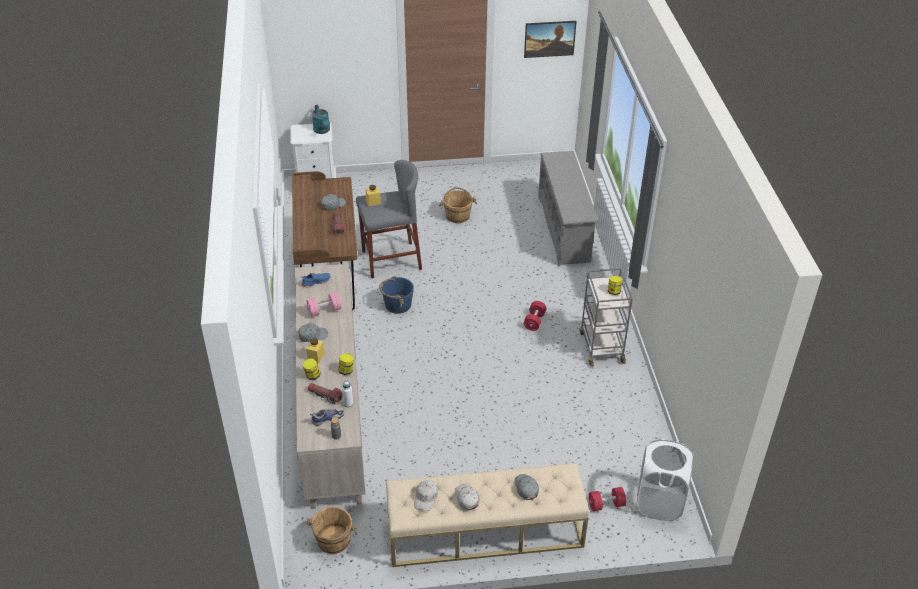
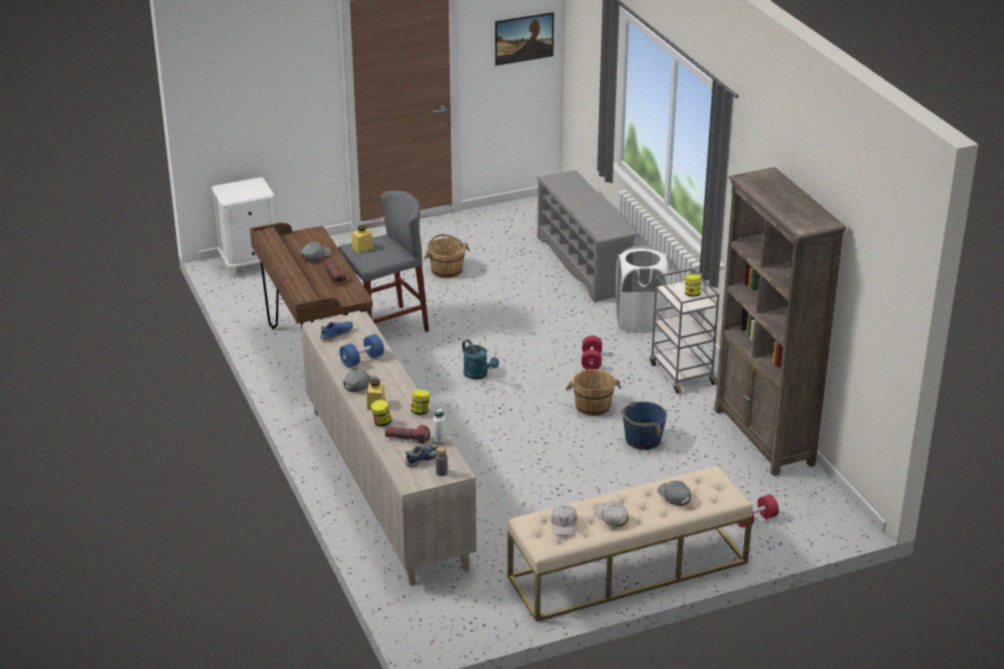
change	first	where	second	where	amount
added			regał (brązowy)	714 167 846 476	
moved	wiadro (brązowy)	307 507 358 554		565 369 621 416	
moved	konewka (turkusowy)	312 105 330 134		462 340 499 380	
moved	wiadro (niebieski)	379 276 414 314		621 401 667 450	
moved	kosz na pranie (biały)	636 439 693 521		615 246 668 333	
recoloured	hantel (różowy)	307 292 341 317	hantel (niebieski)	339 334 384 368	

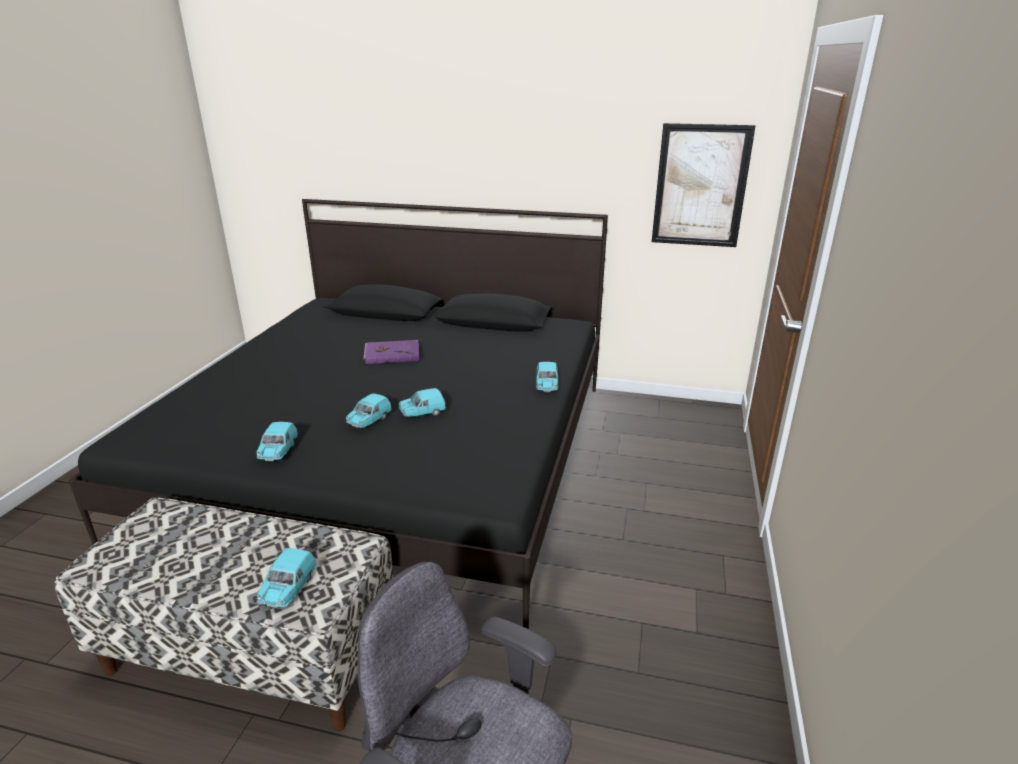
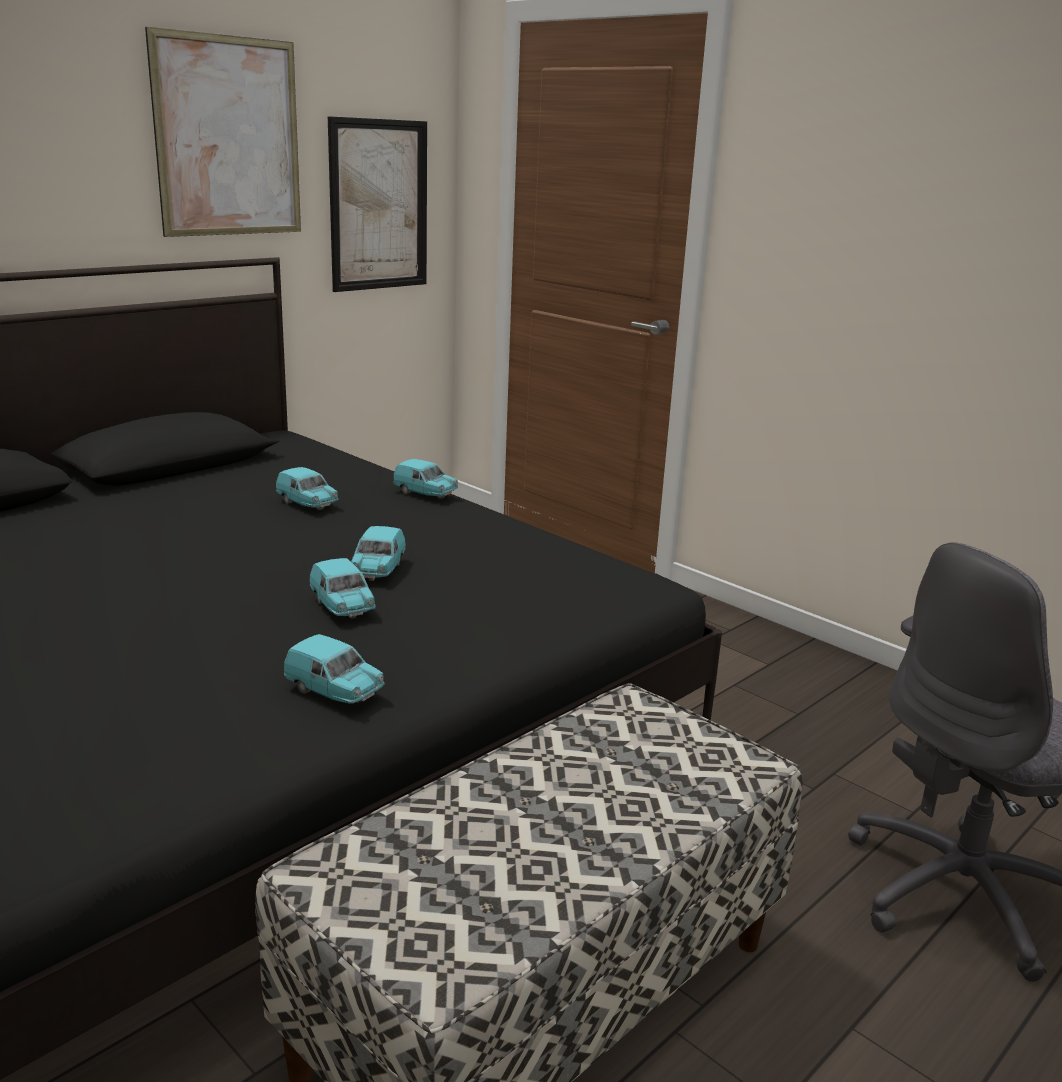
change	first	where	second	where	amount
removed	książka (fioletowy)	363 340 419 364			
added			obraz	145 27 301 237	
moved	samochodzik (turkusowy)	257 548 317 608		276 467 339 510	

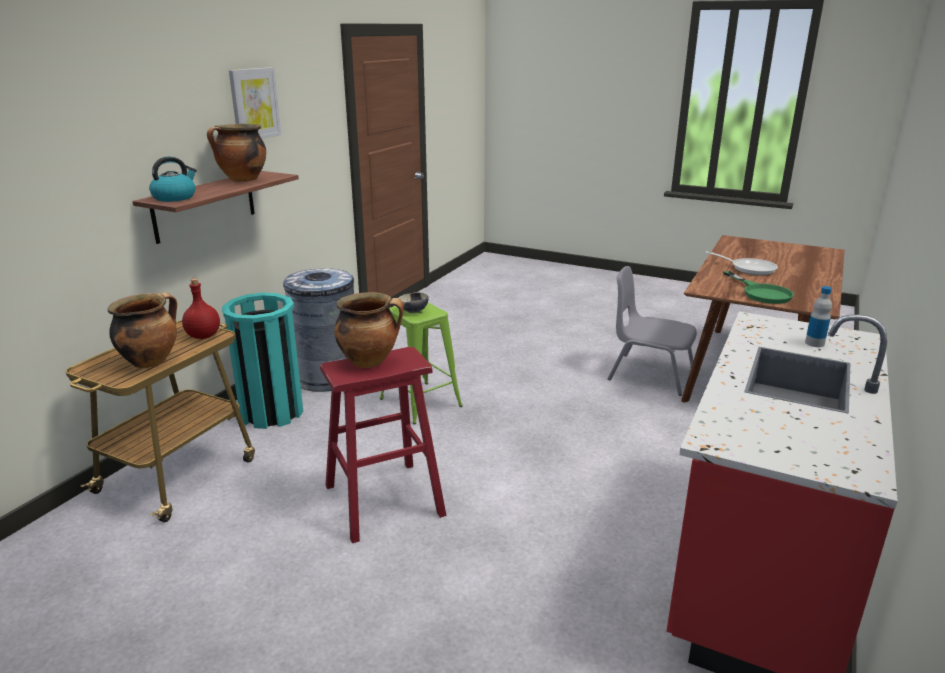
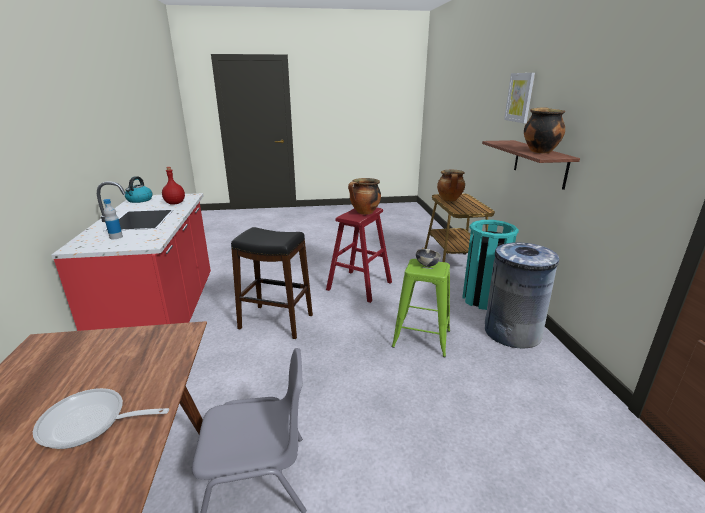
change	first	where	second	where	amount
removed	patelnia (zielony)	723 271 794 304			
added			stołek (czarny)	231 227 313 339	
moved	czajnik	149 156 197 202		125 176 153 203	
moved	butelka (czerwony)	182 278 220 339		162 167 185 205	
moved	obraz	229 67 281 139		504 73 535 123	

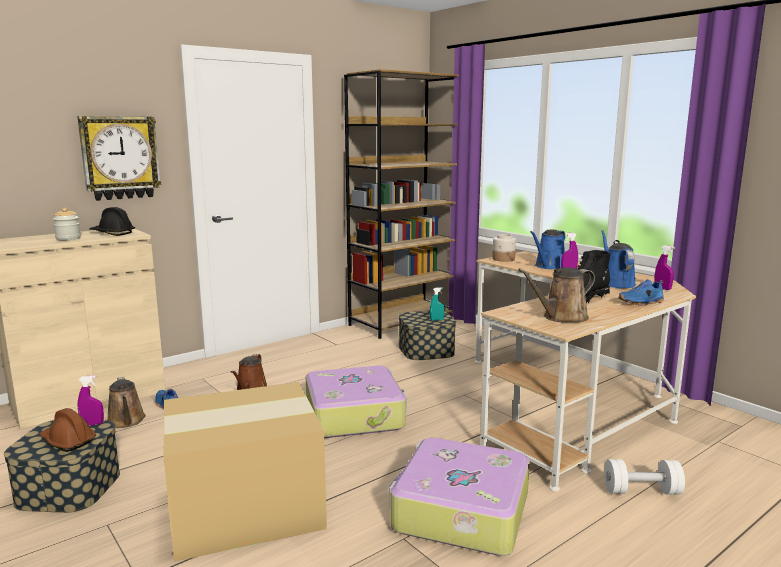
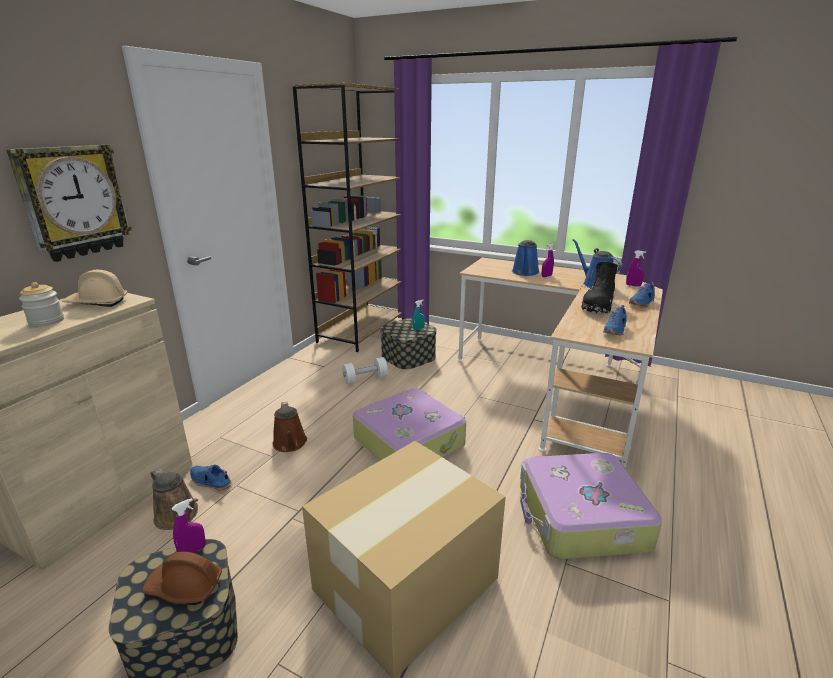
change	first	where	second	where	amount
removed	słoik	492 234 516 262			
moved	hantel (biały)	604 459 685 495		342 357 388 384	
replaced	konewka (brązowy)	518 267 595 322	but (niebieski)	603 305 627 336	
recoloured	kask (czarny)	89 207 135 236	kask (beżowy)	62 270 128 307	

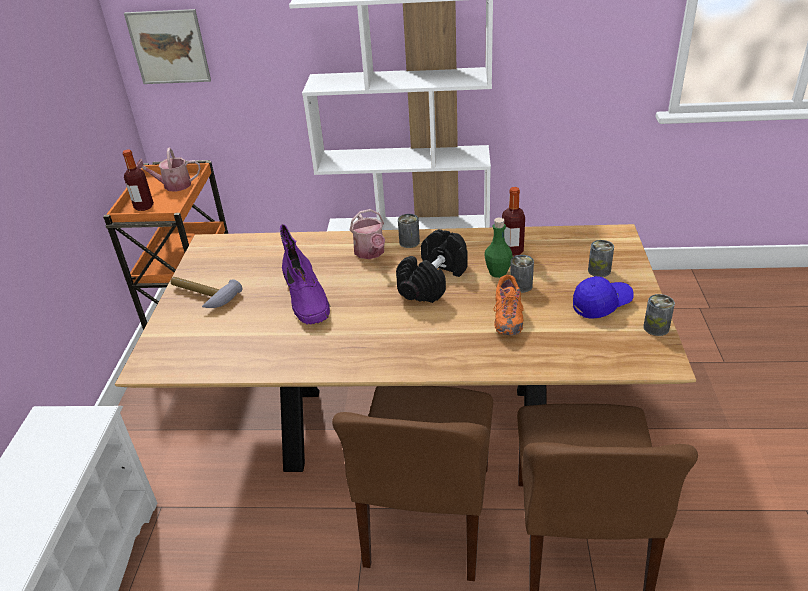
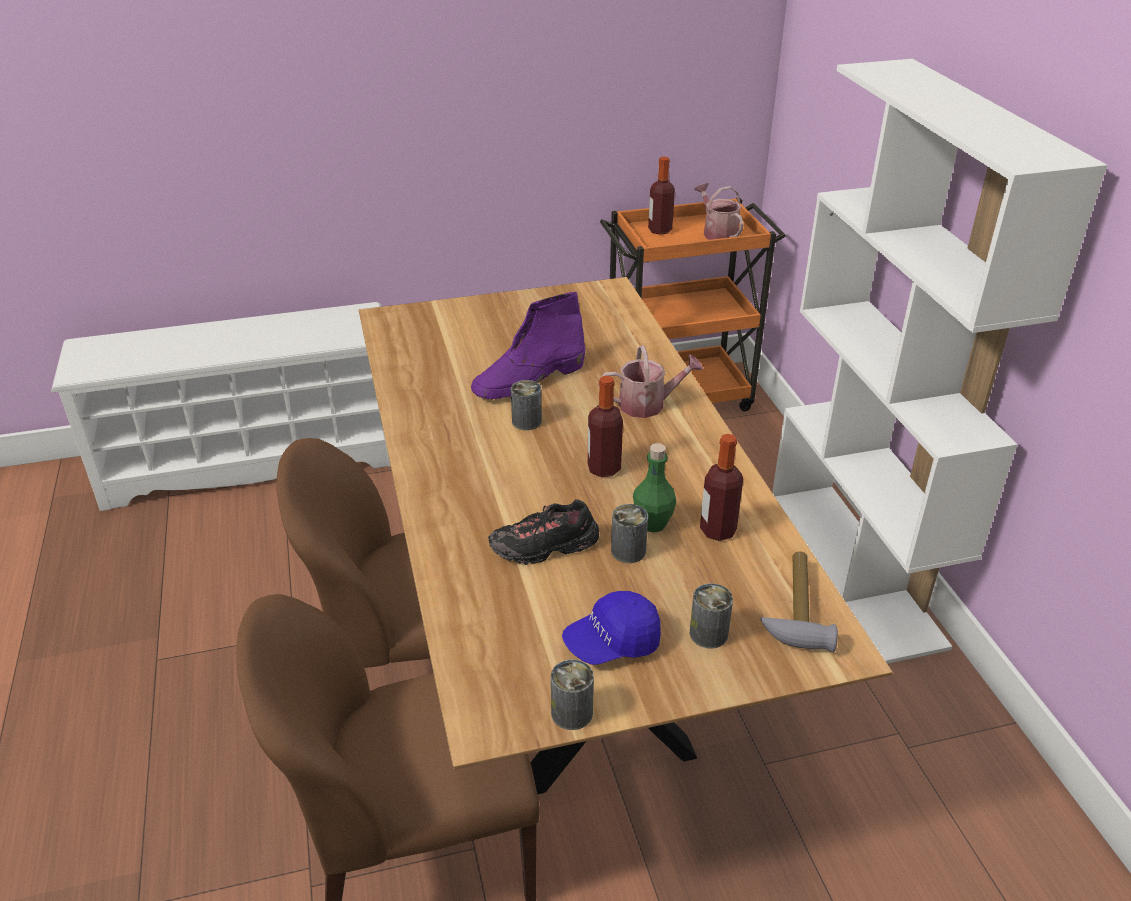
change	first	where	second	where	amount
removed	obraz	124 9 211 84			
moved	młotek	171 277 242 308		760 551 838 653	
moved	puszka	398 214 420 248		511 380 542 430	
replaced	hantel (czarny)	396 229 468 303	butelka	588 376 623 477	
recoloured	but (pomarańczowy)	493 274 524 335	but (czarny)	488 499 599 565	
turned	konewka	350 209 385 259		598 345 703 418	150 degrees counterclockwise
turned	czapka z daszkiem (niebieski)	573 276 634 319		562 591 661 665	105 degrees clockwise

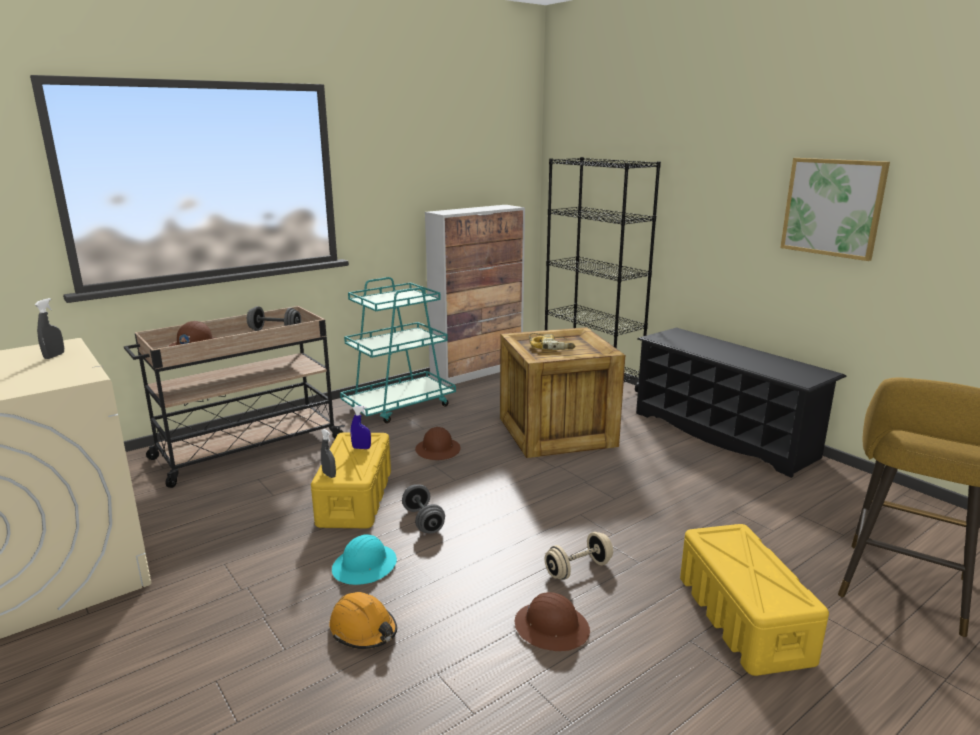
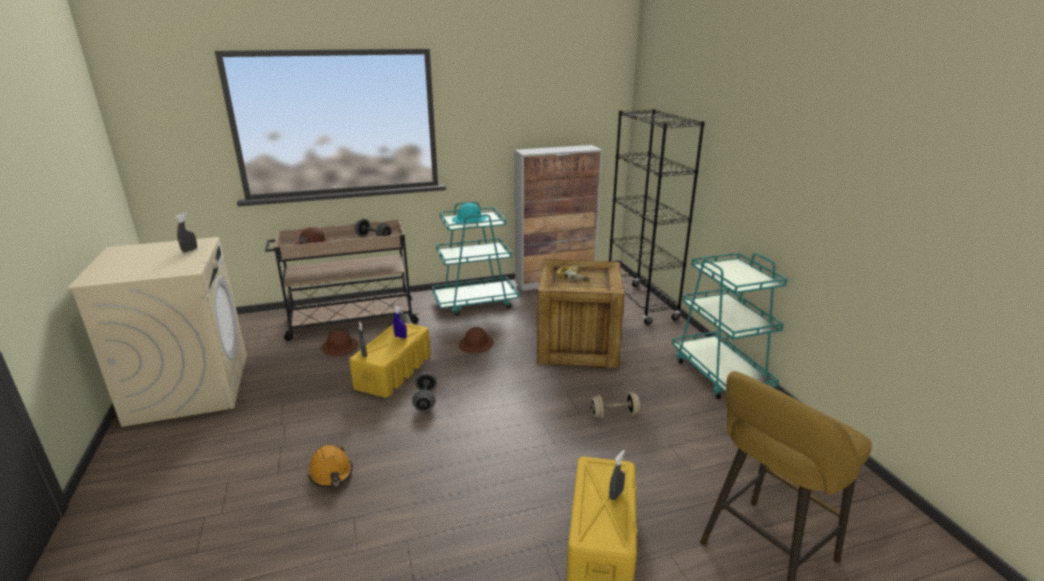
change	first	where	second	where	amount
removed	obraz	780 158 890 261			
added			spryskiwacz (szary)	609 450 625 500	
moved	kask (turkusowy)	332 534 397 585		452 203 487 224	
moved	kask (brązowy)	515 592 590 651		321 329 358 356	
moved	hantel (beżowy)	545 532 613 580		590 392 640 419	
replaced	regał na buty (czarny)	636 328 847 478	wózek (turkusowy)	672 253 787 399	

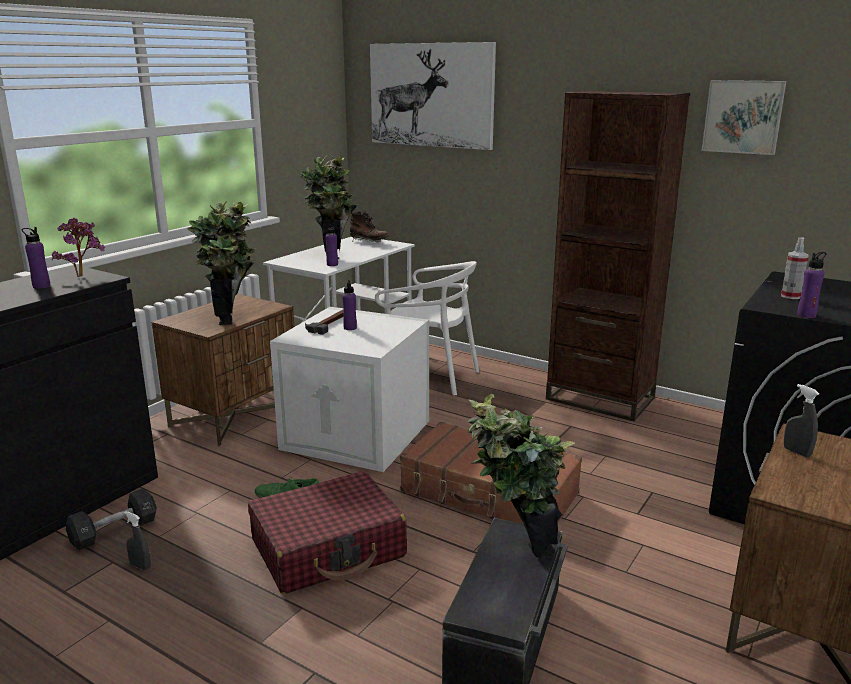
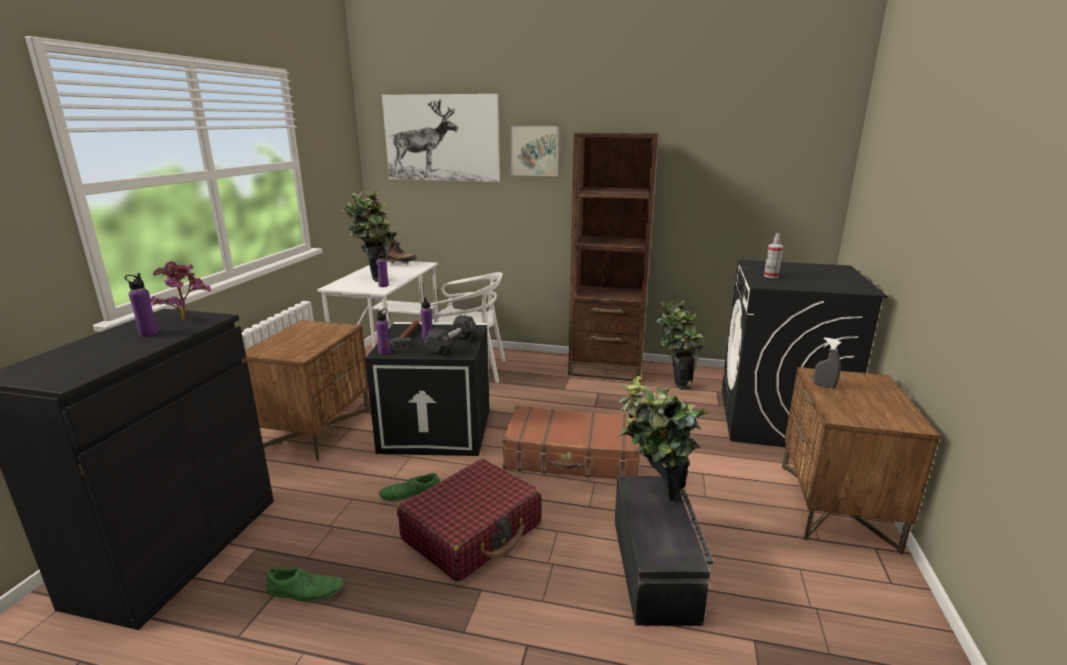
change	first	where	second	where	amount
moved	hantel (czarny)	66 488 157 551		424 315 477 356	
moved	roślina doniczkowa	187 201 257 325		656 301 705 390	
moved	obraz	702 80 787 155		511 126 559 176	
moved	butelka (fioletowy)	797 252 826 318		376 309 391 355	
replaced	spryskiwacz (szary)	124 511 151 570	but (zielony)	267 568 344 603	
recoloured	pojemnik do przechowywania (biały)	270 307 429 472	pojemnik do przechowywania (czarny)	365 322 490 456	

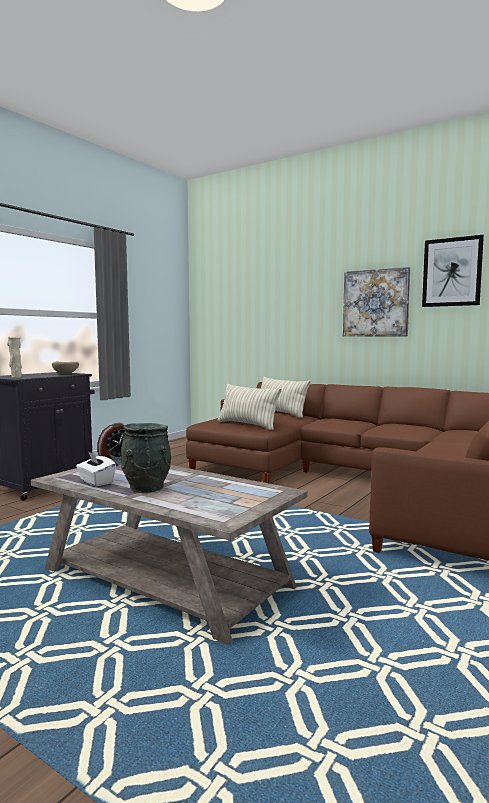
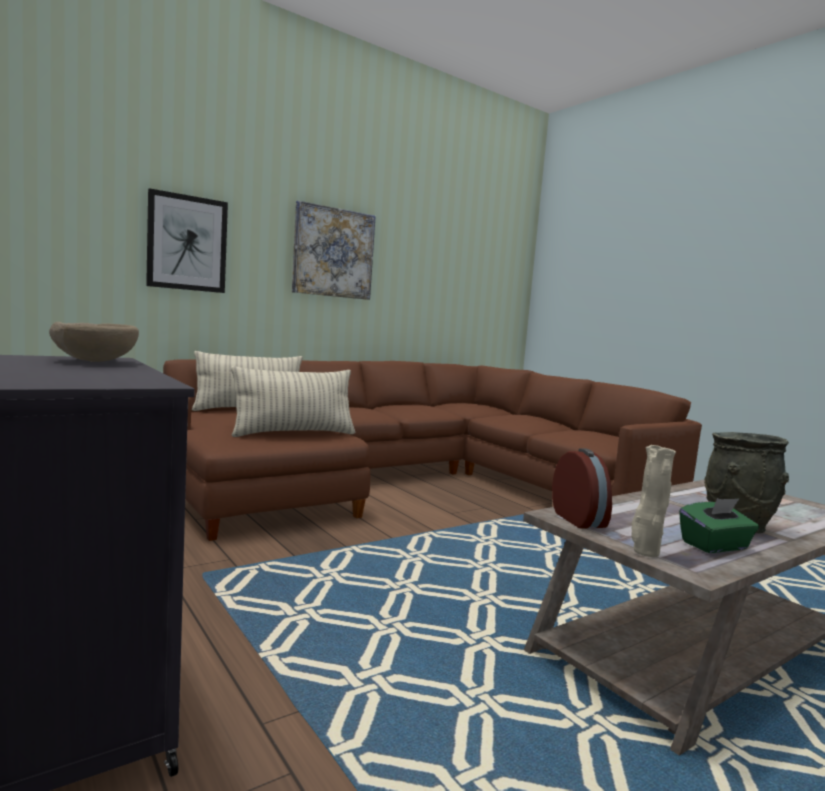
change	first	where	second	where	amount
moved	wazon (beżowy)	7 336 22 378		631 445 676 557	
moved	obraz	422 235 484 307		146 188 228 293	
recoloured	pudełko chusteczek (biały)	76 451 116 486	pudełko chusteczek (zielony)	679 498 759 553	

